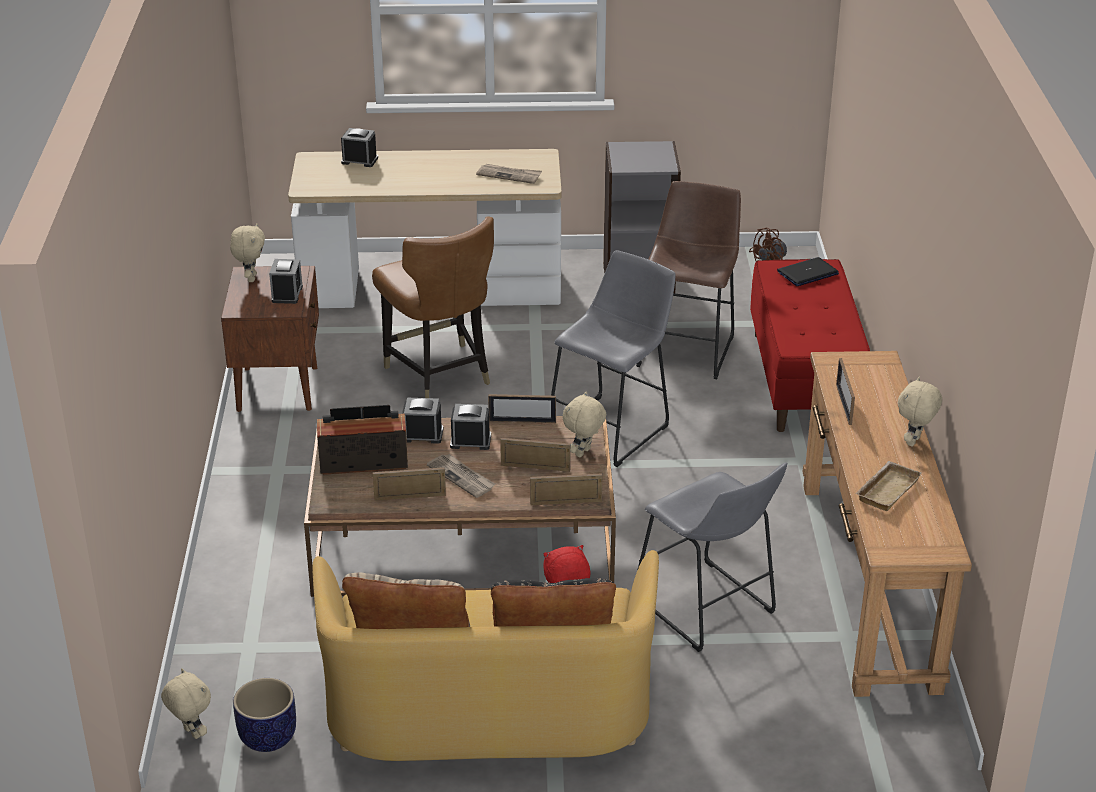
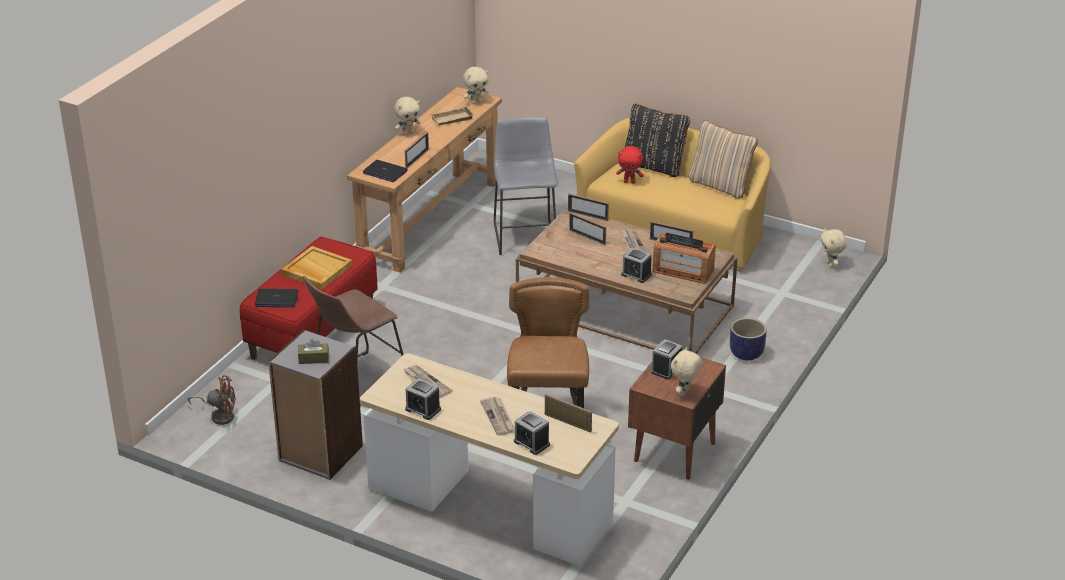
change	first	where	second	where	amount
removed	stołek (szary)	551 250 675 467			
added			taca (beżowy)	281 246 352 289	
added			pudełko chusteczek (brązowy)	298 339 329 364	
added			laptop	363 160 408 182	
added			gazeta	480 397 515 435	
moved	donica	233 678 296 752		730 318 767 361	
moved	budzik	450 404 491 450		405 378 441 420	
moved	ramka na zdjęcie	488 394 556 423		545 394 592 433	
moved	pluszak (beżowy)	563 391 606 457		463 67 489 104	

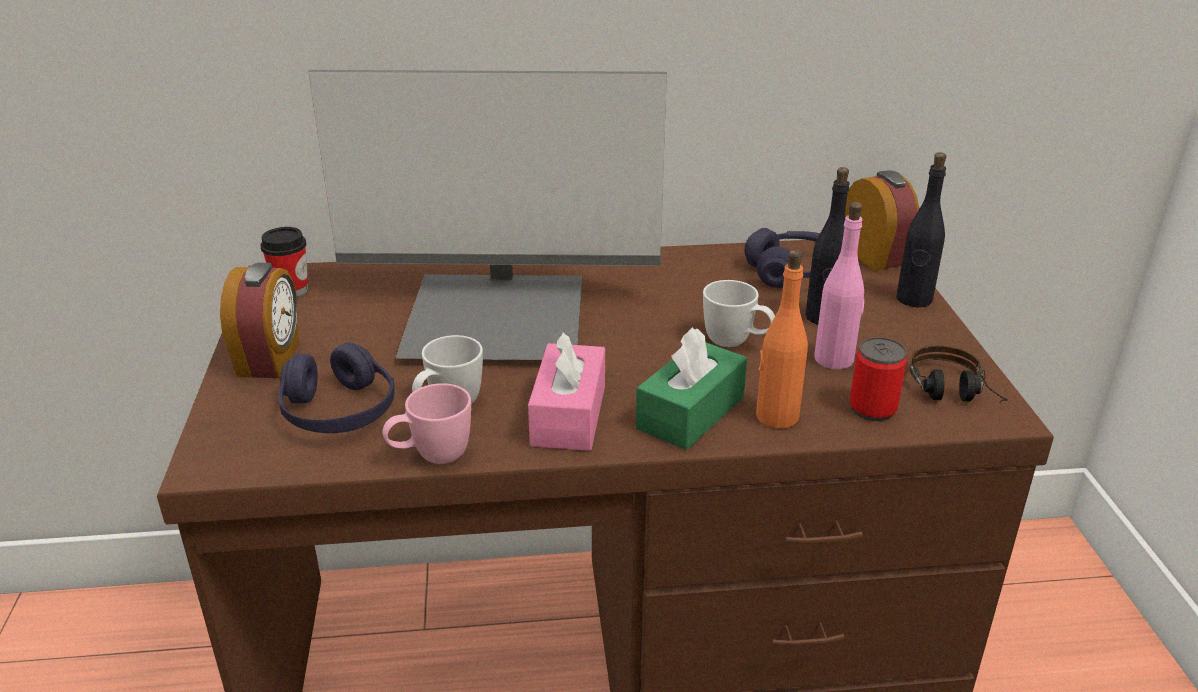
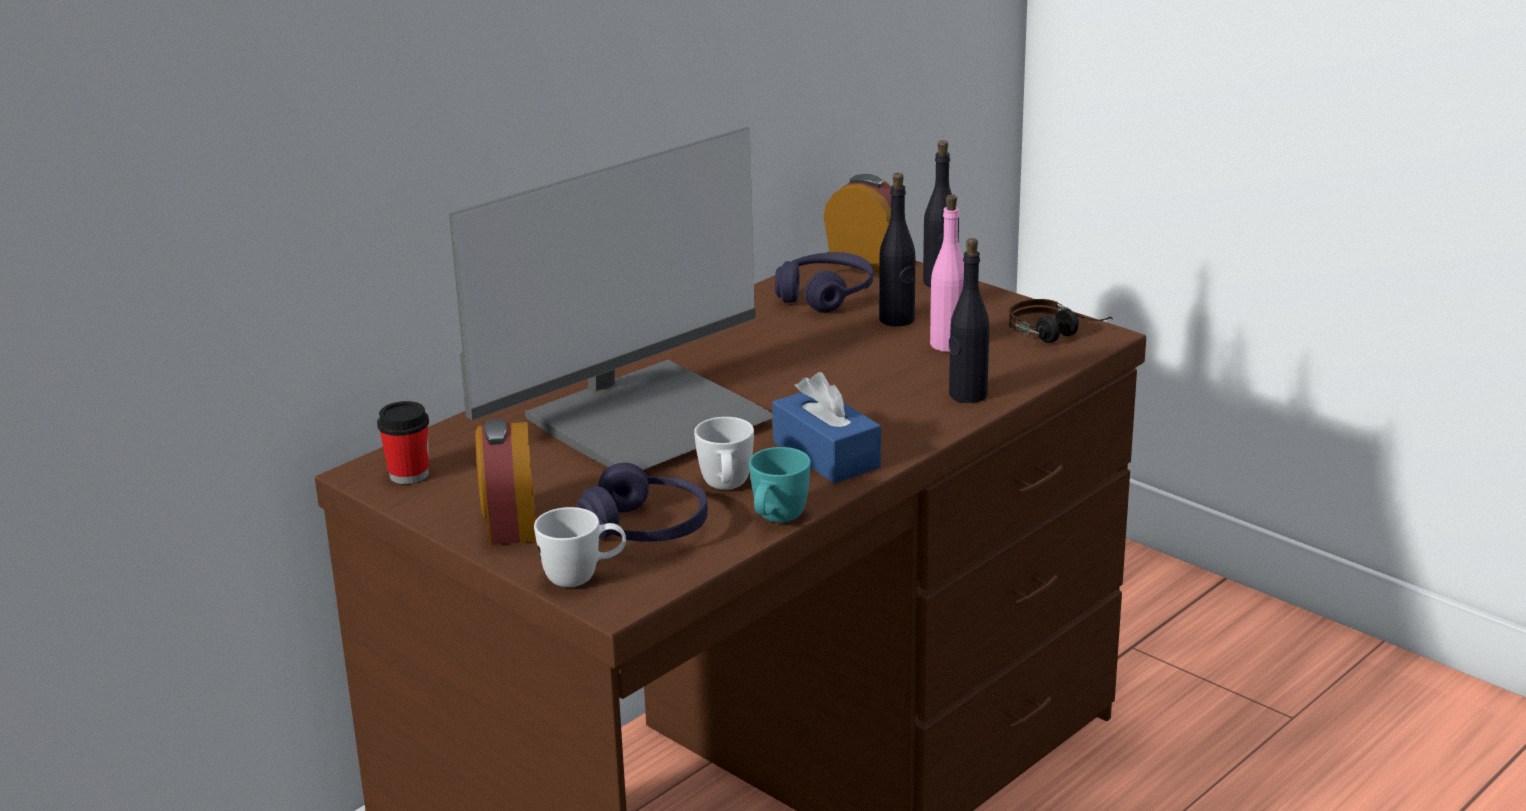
change	first	where	second	where	amount
removed	pudełko chusteczek (zielony)	636 327 747 450			
removed	puszka	849 337 907 421			
moved	kubek (biały)	703 280 775 347		534 507 626 587	
recoloured	kubek (różowy)	382 383 471 464	kubek (turkusowy)	749 447 811 523	
recoloured	pudełko chusteczek (różowy)	528 331 605 451	pudełko chusteczek (niebieski)	772 372 881 484	
recoloured	butelka (pomarańczowy)	756 250 808 429	butelka (czarny)	949 238 989 403	
turned	budzik	220 263 299 378		475 419 536 545	150 degrees counterclockwise

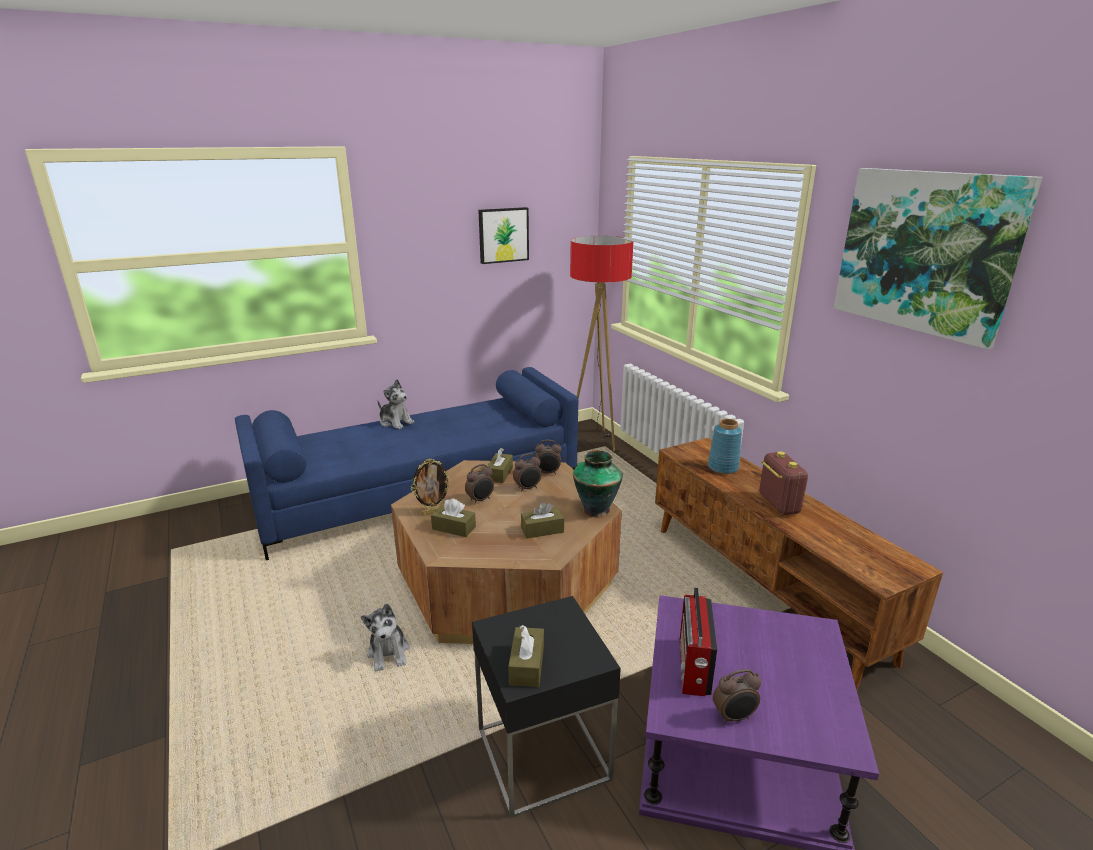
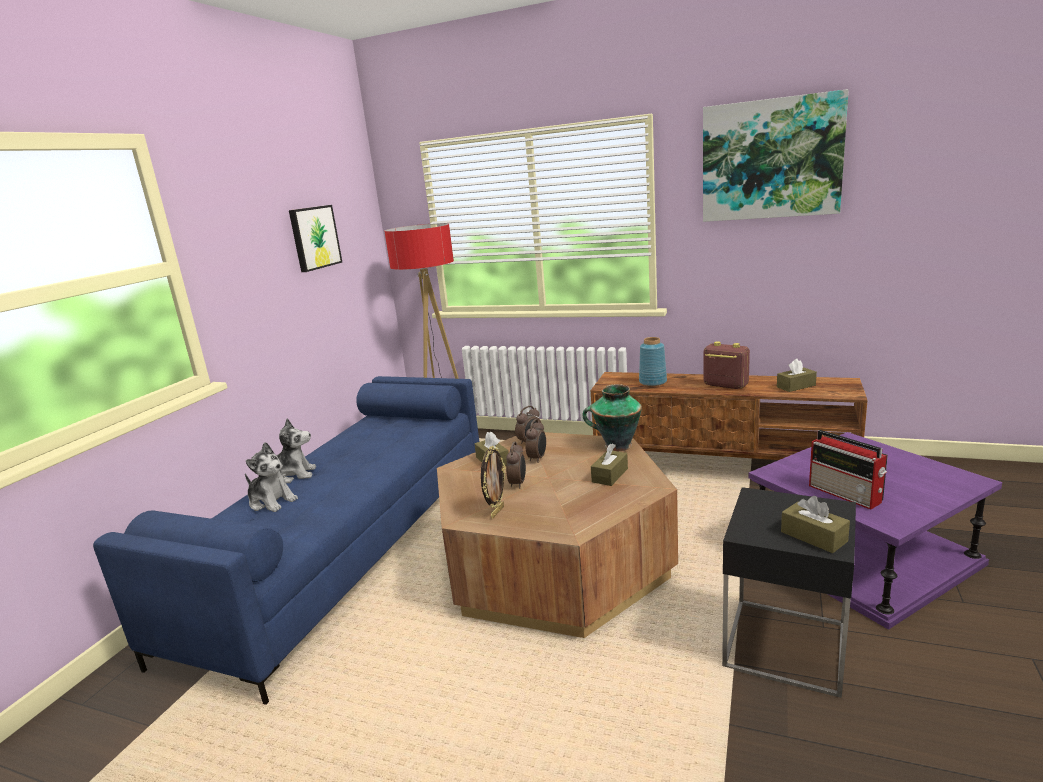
change	first	where	second	where	amount
removed	budzik	713 669 761 724			
moved	pluszak	361 604 410 672		245 442 298 512	
moved	pudełko chusteczek (brązowy)	431 498 476 537		777 359 817 392	

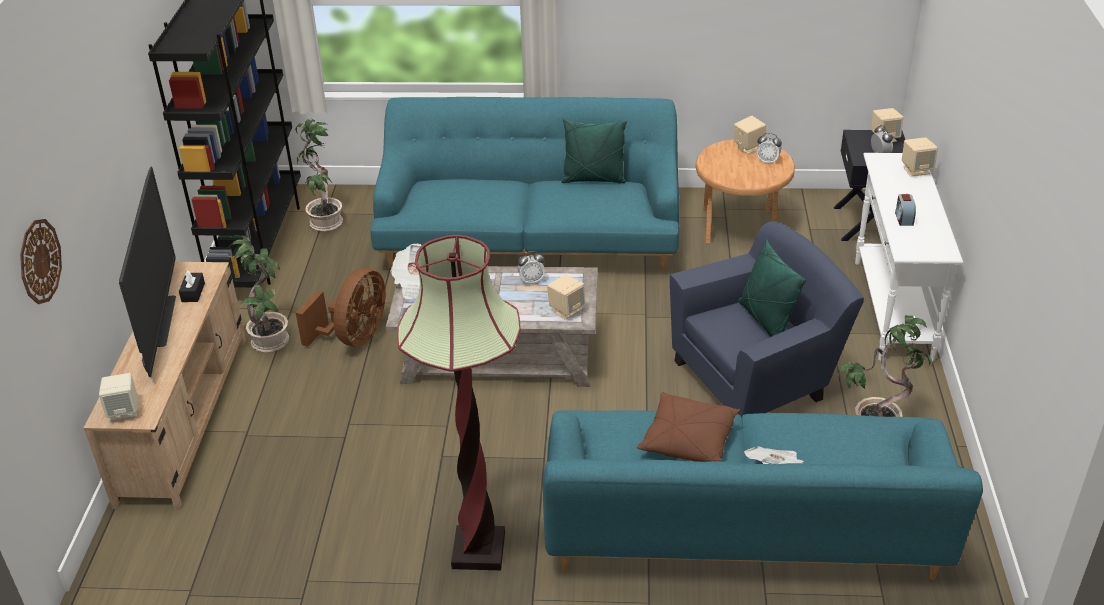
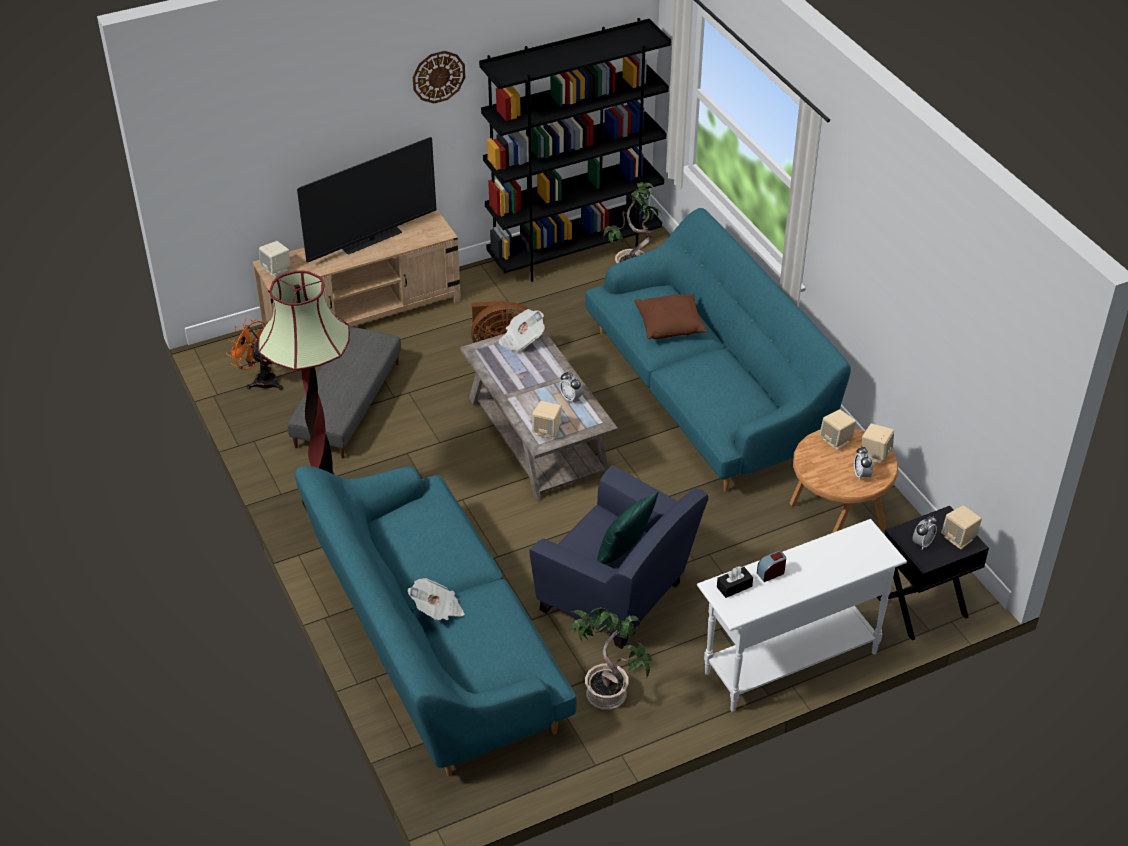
change	first	where	second	where	amount
removed	roślina doniczkowa	230 235 290 353			
removed	poduszka (zielony)	561 119 627 183			
added			wentylator (pomarańczowy)	226 318 283 390	
added			pufa (szary)	287 327 401 459	
moved	zegar ścienny	20 219 62 304		413 51 465 103	
moved	pudełko chusteczek (czarny)	179 270 205 302		717 567 753 598	
moved	poduszka (brązowy)	637 392 740 462		634 294 707 339	
moved	głośnik (beżowy)	902 137 938 176		820 409 856 450	

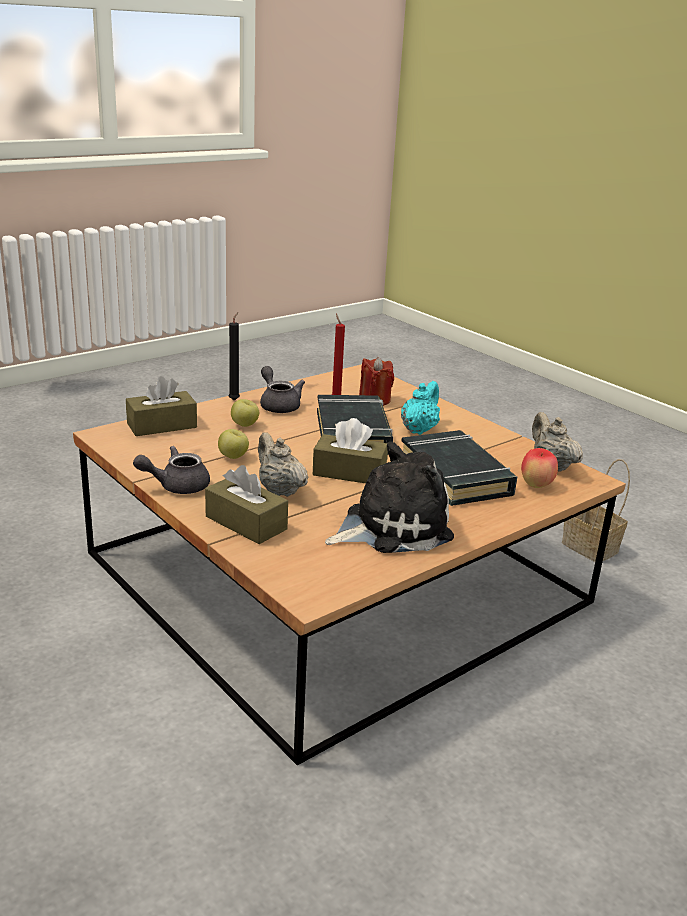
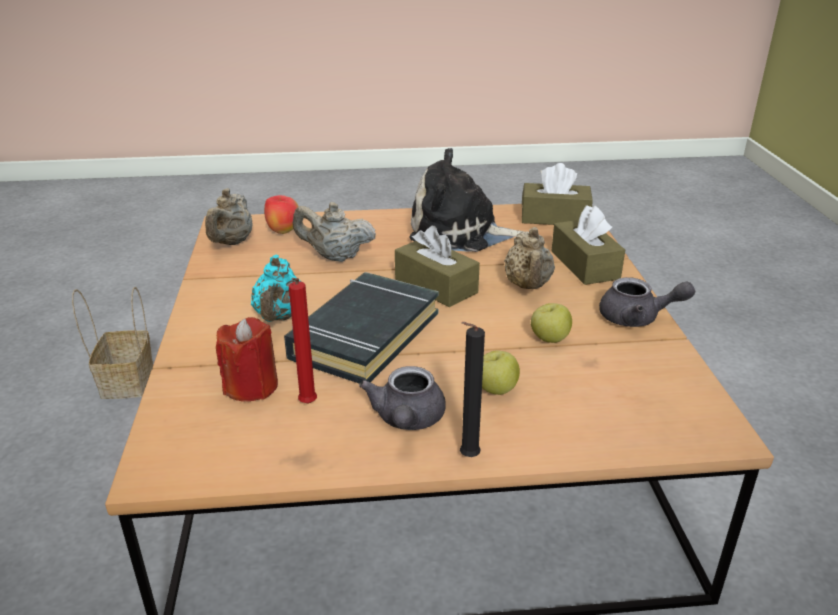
change	first	where	second	where	amount
moved	pudełko chusteczek (brązowy)	126 376 197 436		522 163 593 225	
replaced	książka (czarny)	402 430 517 506	imbryk (beżowy)	293 202 376 262	
turned	imbryk (turkusowy)	401 381 440 435		251 255 300 322	60 degrees counterclockwise

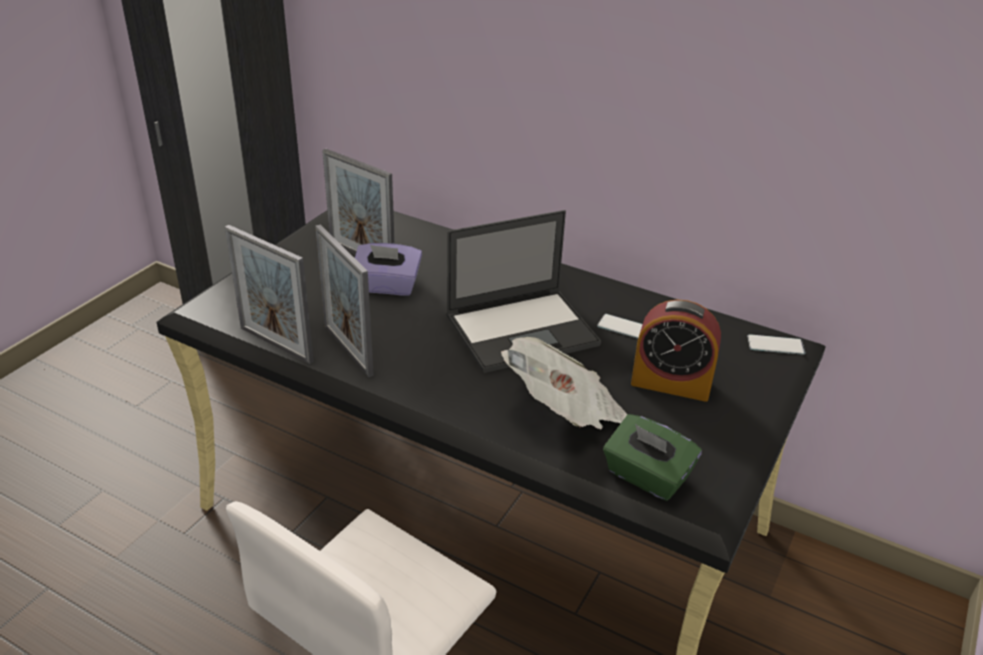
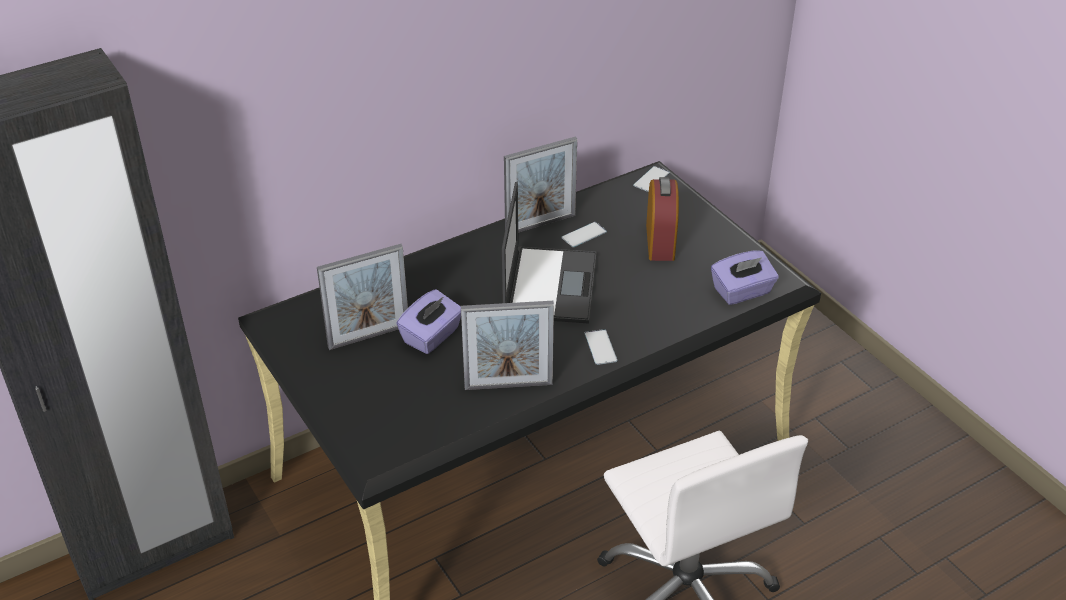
change	first	where	second	where	amount
removed	gazeta	501 337 627 429			
added			telefon	585 329 617 365	
moved	ramka na zdjęcie	225 225 314 364		504 137 577 233	
recoloured	pudełko chusteczek (zielony)	603 414 702 501	pudełko chusteczek (fioletowy)	711 251 779 305	
turned	budzik	631 300 721 402		646 177 679 261	45 degrees counterclockwise

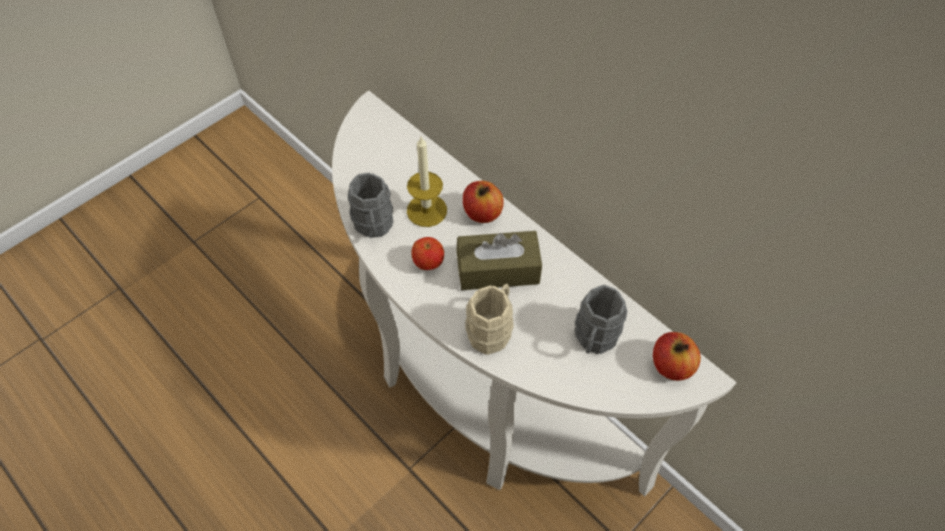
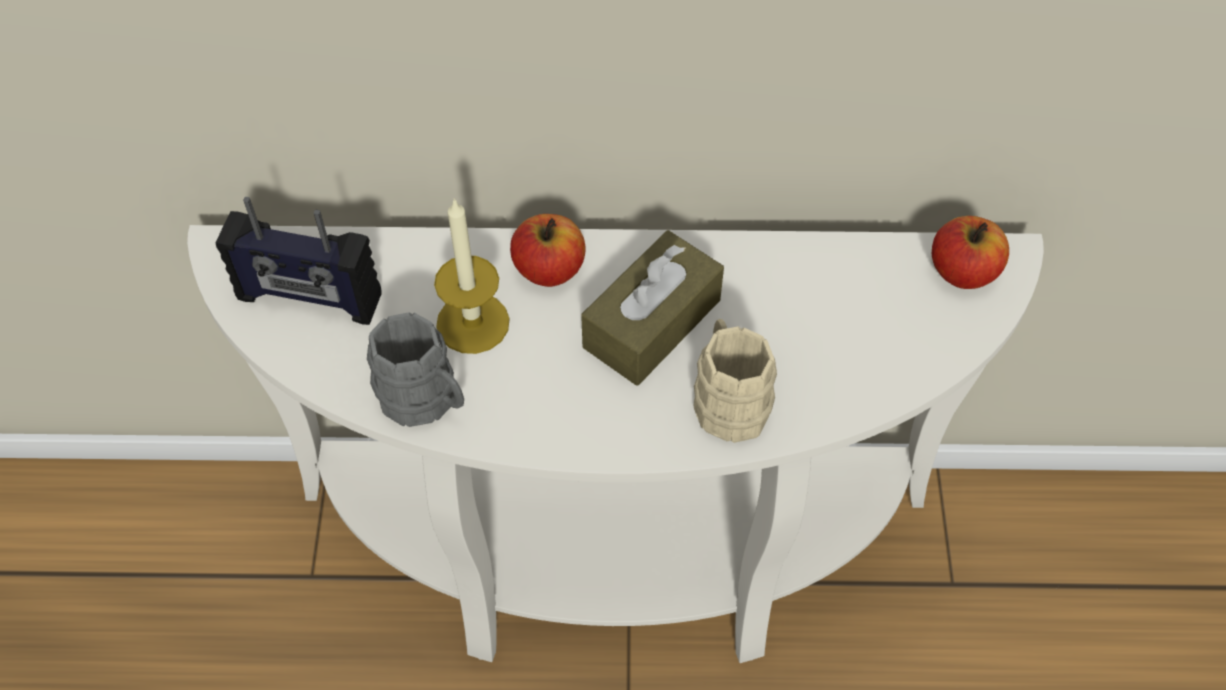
change	first	where	second	where	amount
removed	jabłko	411 237 444 270			
removed	kubek (szary)	575 285 627 354			
added			radio	215 197 382 325	

